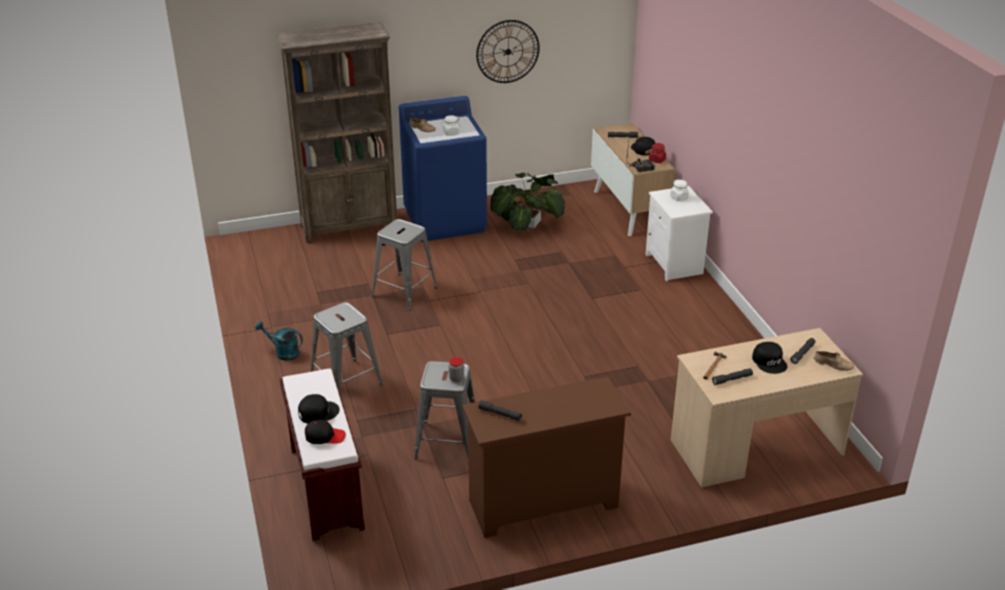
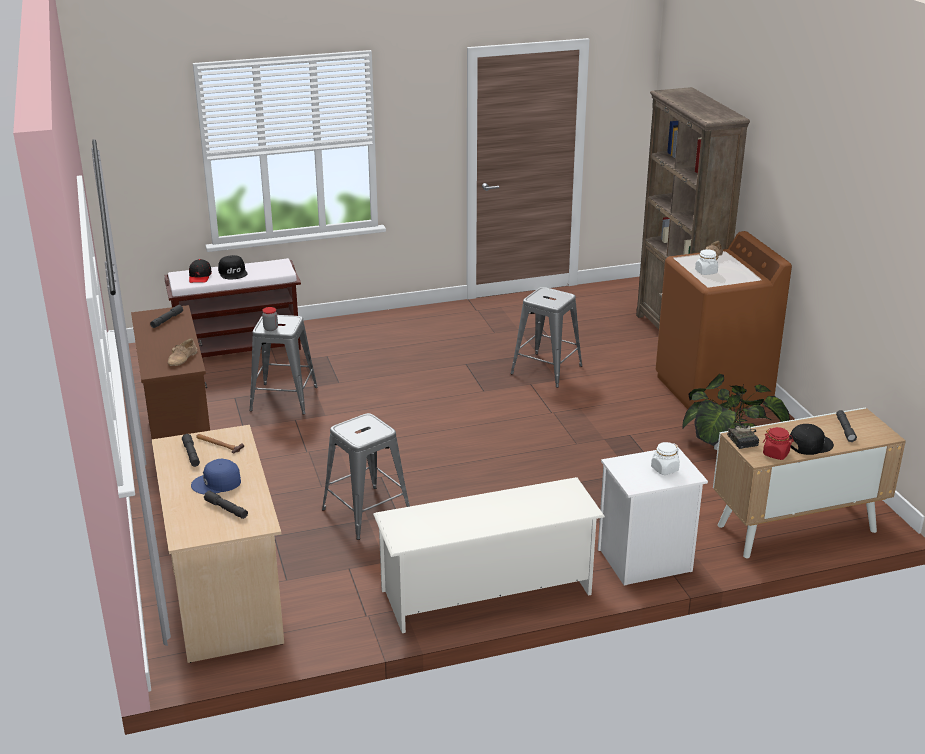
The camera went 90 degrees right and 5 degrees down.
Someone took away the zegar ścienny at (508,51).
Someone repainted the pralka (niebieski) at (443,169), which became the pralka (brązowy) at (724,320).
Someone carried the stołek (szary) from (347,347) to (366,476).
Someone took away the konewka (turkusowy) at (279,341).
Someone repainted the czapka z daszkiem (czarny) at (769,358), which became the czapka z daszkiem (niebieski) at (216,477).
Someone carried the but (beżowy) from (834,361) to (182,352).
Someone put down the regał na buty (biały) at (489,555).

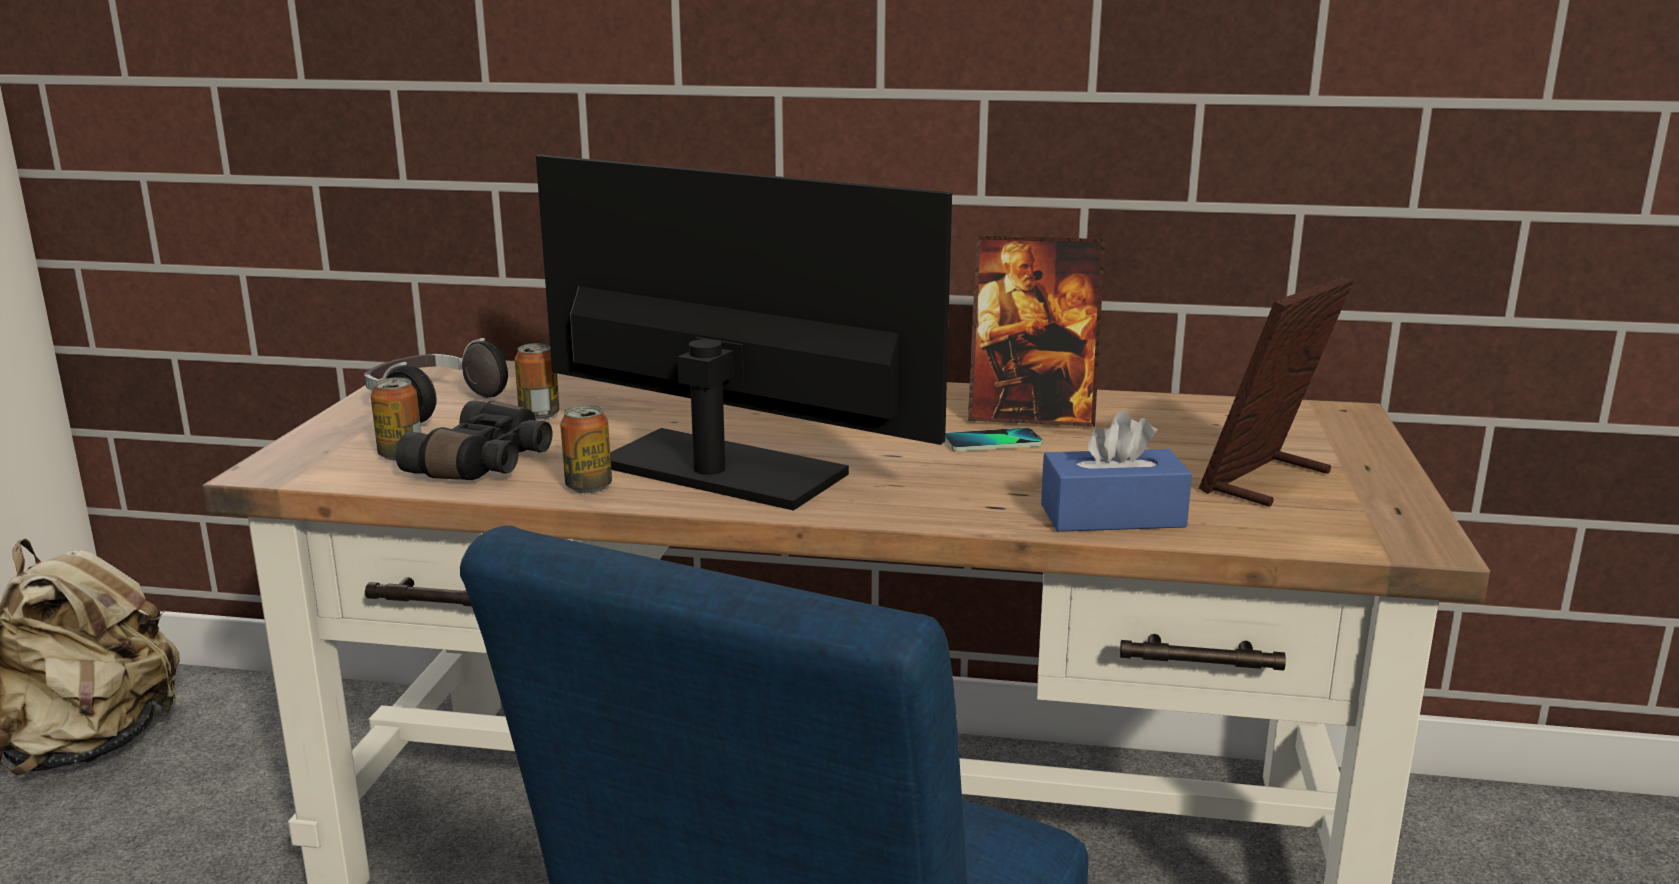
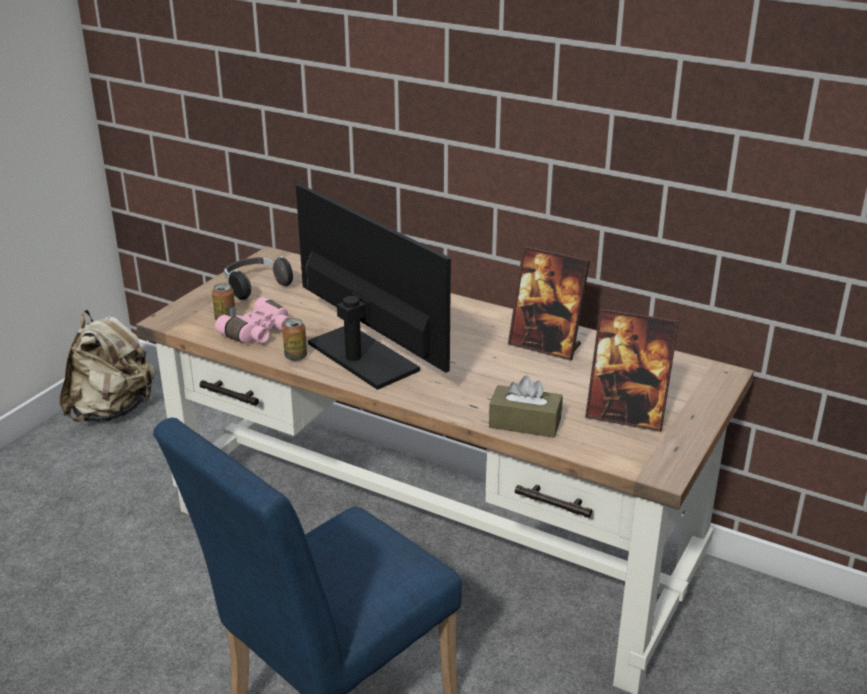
The camera went 20 degrees right and 10 degrees up.
Someone rotated the ramka na zdjęcie at (1276,391) by 135 degrees counterclockwise.
Someone took away the puszka at (537,381).
Someone repainted the lornetka (czarny) at (474,440), which became the lornetka (różowy) at (253,320).
Someone repainted the pudełko chusteczek (niebieski) at (1116,471), which became the pudełko chusteczek (brązowy) at (526,407).
Someone took away the telefon at (993,439).

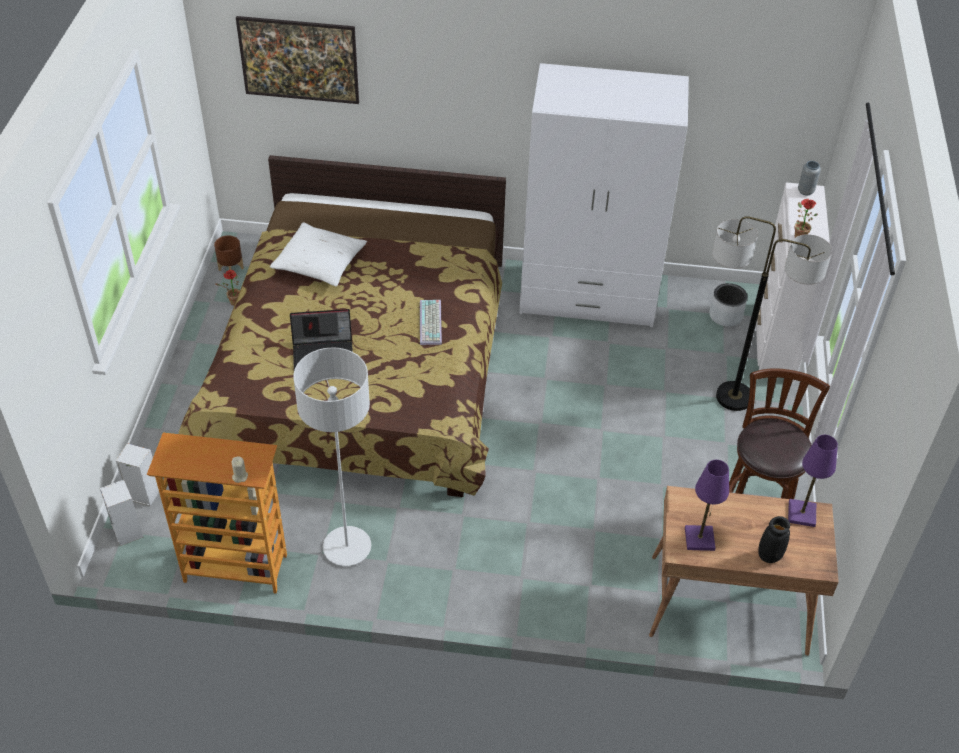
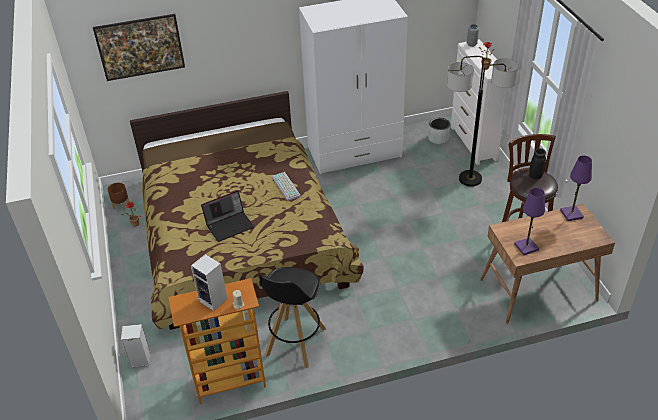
The camera went 20 degrees left and 5 degrees down.
Someone took away the poduszka (biały) at (318,254).
Someone swapped the lampa stojąca (szary) at (332,456) for the stołek (czarny) at (292,317).
Someone carried the głośnik from (121,513) to (209,282).
Someone carried the wazon (czarny) from (774,539) to (537,163).

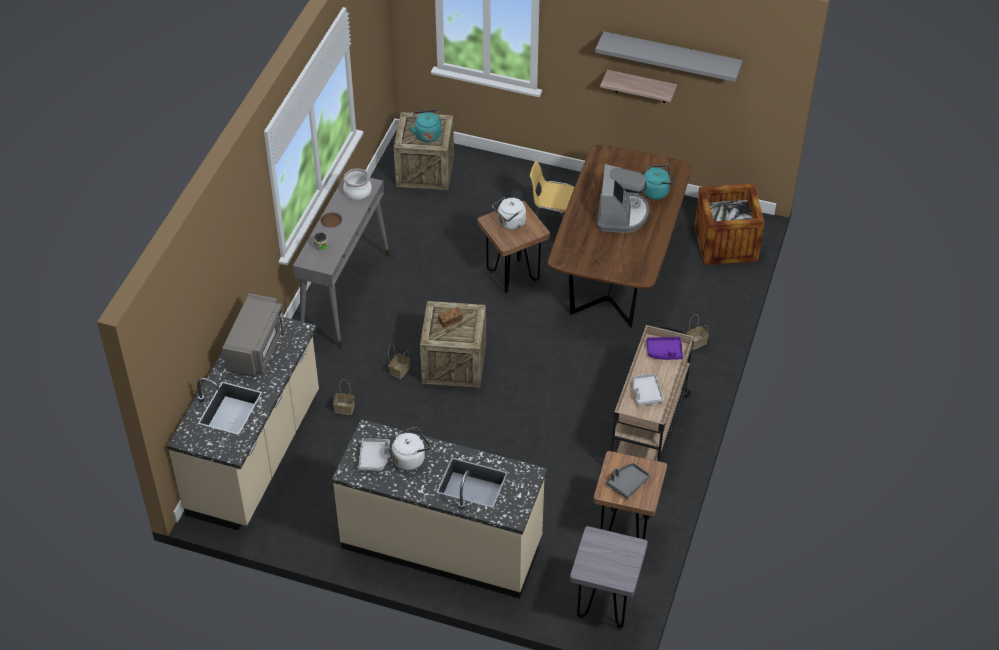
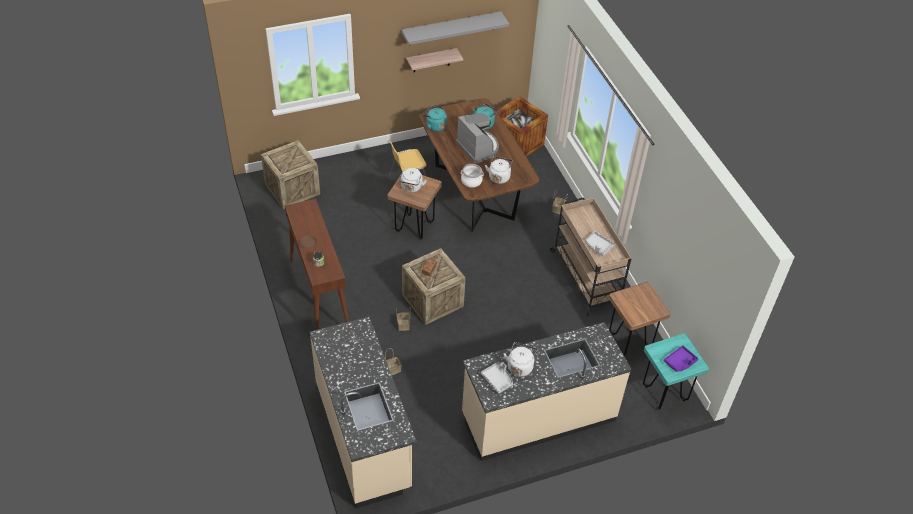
The camera went 40 degrees left and 0 degrees up.
Someone carried the czajnik (turkusowy) from (425,126) to (434,118).
Someone carried the garnek from (357,184) to (472,176).
Someone repainted the stolik konsolowy (szary) at (341,263), which became the stolik konsolowy (brązowy) at (317,264).
Someone took away the mikrofalówka (szary) at (253,335).
Someone carried the taca (fioletowy) from (664,348) to (681,358).
Someone took away the taca (szary) at (628,481).
Someone repainted the stołek (szary) at (609,577), which became the stołek (turkusowy) at (676,372).
Someone put down the czajnik (biały) at (499,170).

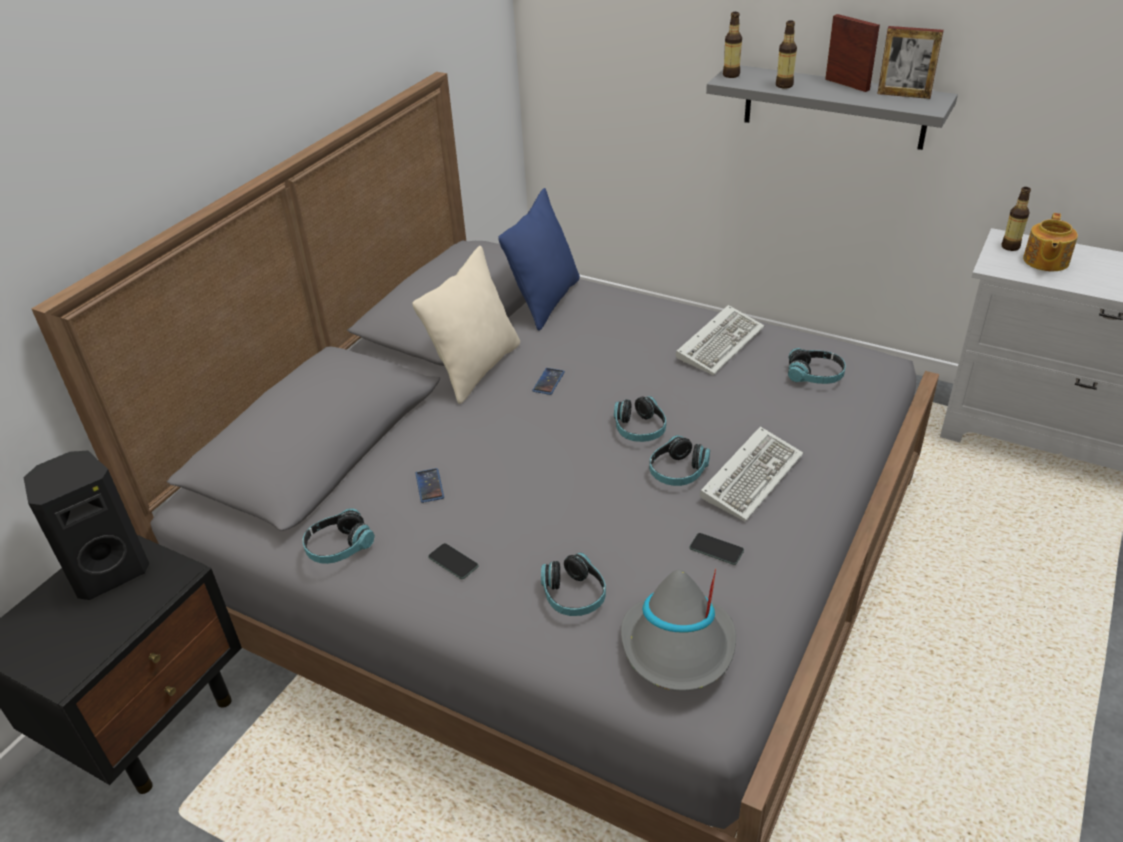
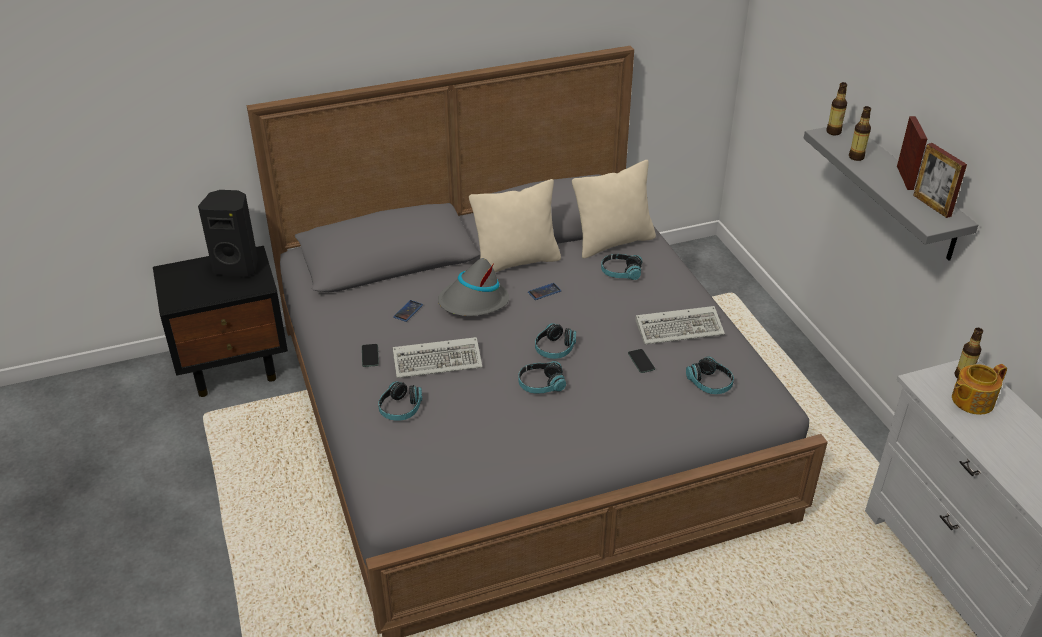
The camera went 40 degrees right and 0 degrees up.
Someone repainted the poduszka (niebieski) at (539,259), which became the poduszka (beżowy) at (614,209).
Someone carried the klawiatura from (752,473) to (437,357).
Someone carried the słuchawki from (338,536) to (621,267).
Someone carried the telefon from (716,549) to (641,361).
Someone carried the kapelusz (szary) from (678,629) to (473,287).

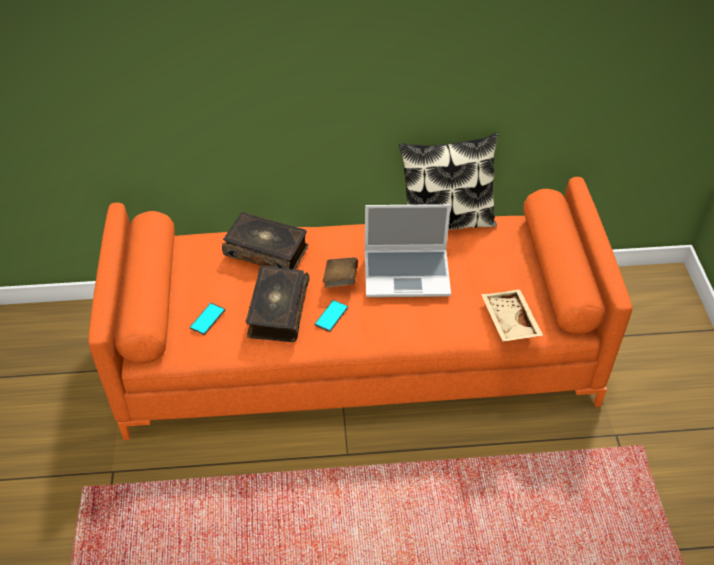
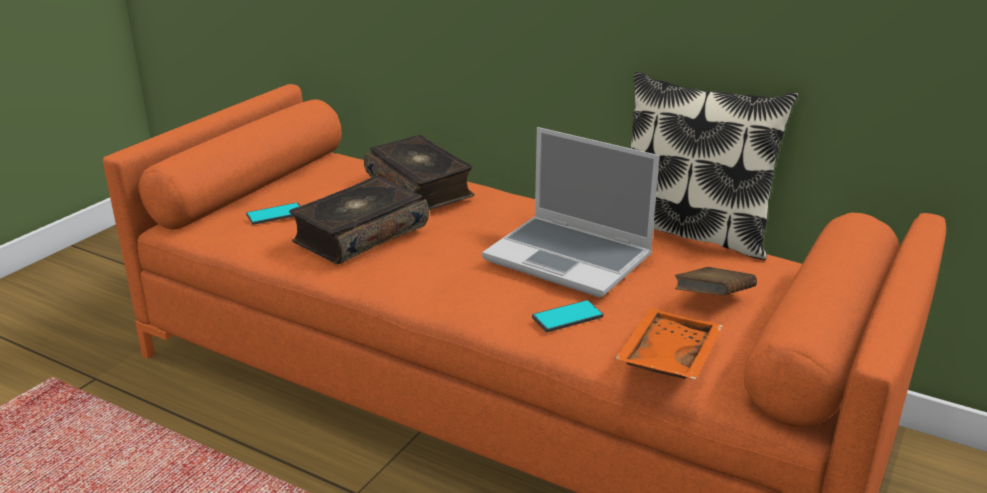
The camera went 35 degrees right and 20 degrees down.
Someone carried the książka (brązowy) from (340,272) to (716,281).
Someone repainted the taca (beżowy) at (512,315), which became the taca (pomarańczowy) at (668,343).
Someone carried the telefon from (331,316) to (567,316).

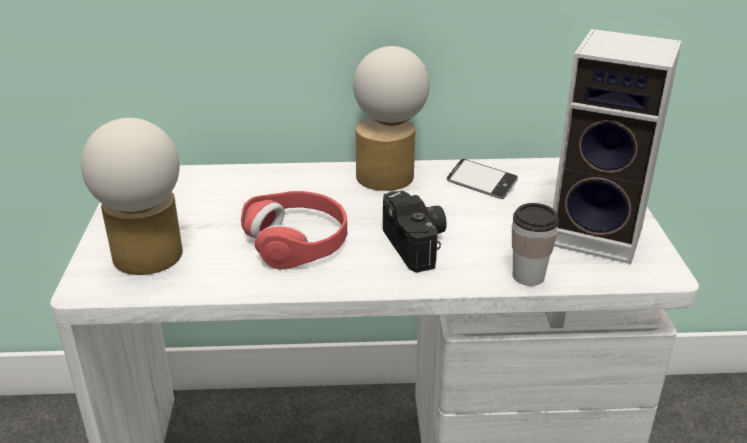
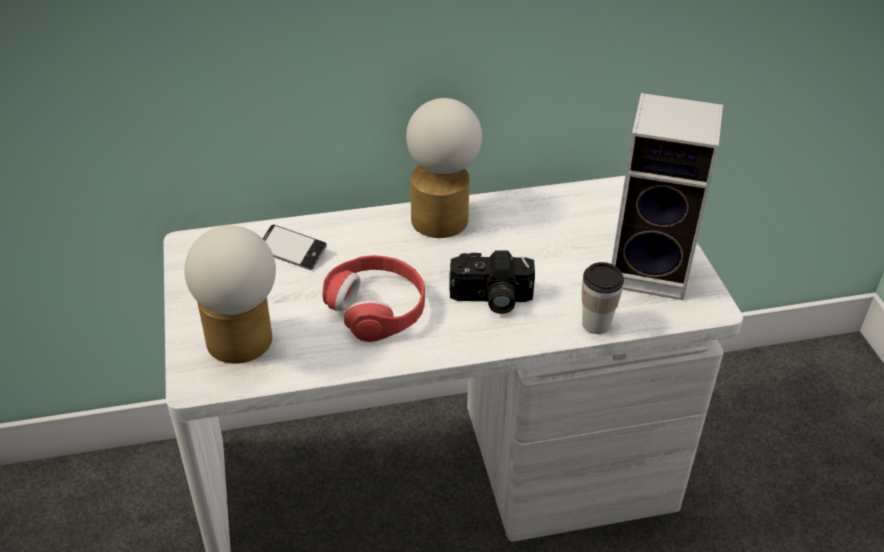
The camera went 10 degrees left and 10 degrees up.
Someone carried the telefon from (482,179) to (295,247).
Someone rotated the aparat fotograficzny at (415,232) by 120 degrees clockwise.

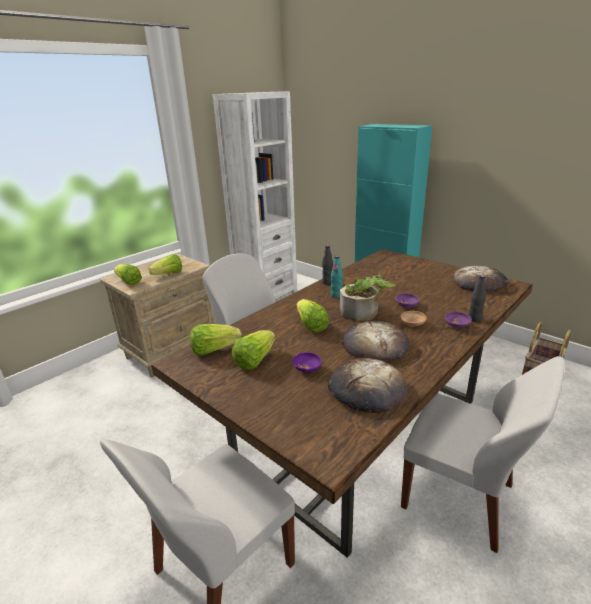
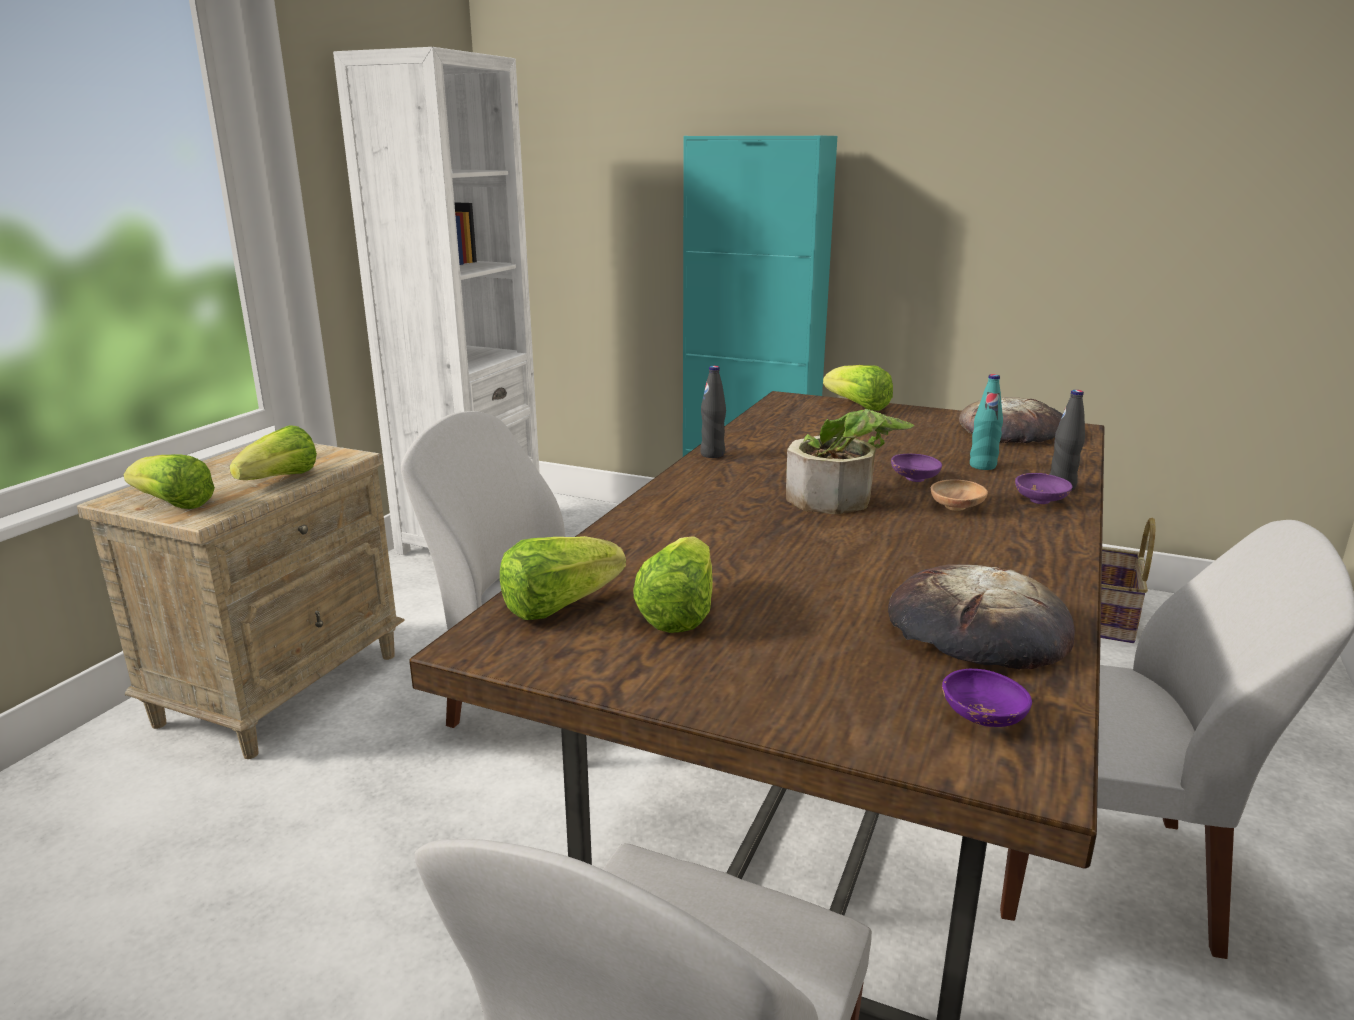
The camera went 20 degrees left and 5 degrees down.
Someone carried the butelka (turkusowy) from (337,277) to (986,422).
Someone carried the sałata from (313,316) to (858,388).
Someone took away the chleb at (375,341).
Someone carried the miska (fioletowy) from (307,362) to (987,698).

